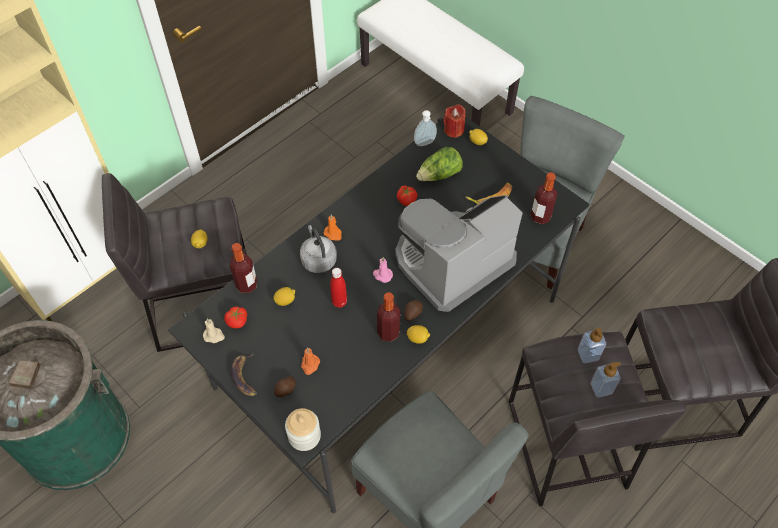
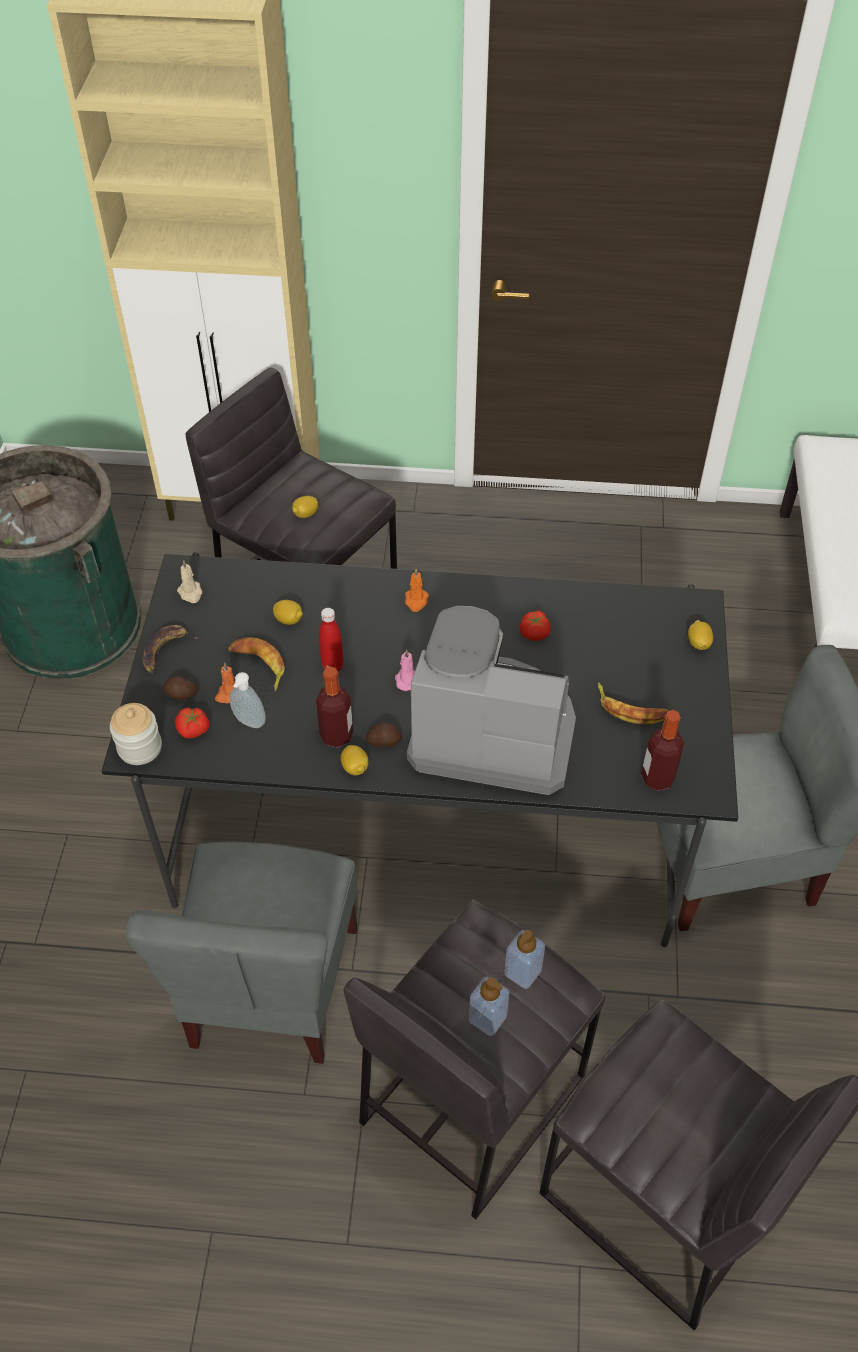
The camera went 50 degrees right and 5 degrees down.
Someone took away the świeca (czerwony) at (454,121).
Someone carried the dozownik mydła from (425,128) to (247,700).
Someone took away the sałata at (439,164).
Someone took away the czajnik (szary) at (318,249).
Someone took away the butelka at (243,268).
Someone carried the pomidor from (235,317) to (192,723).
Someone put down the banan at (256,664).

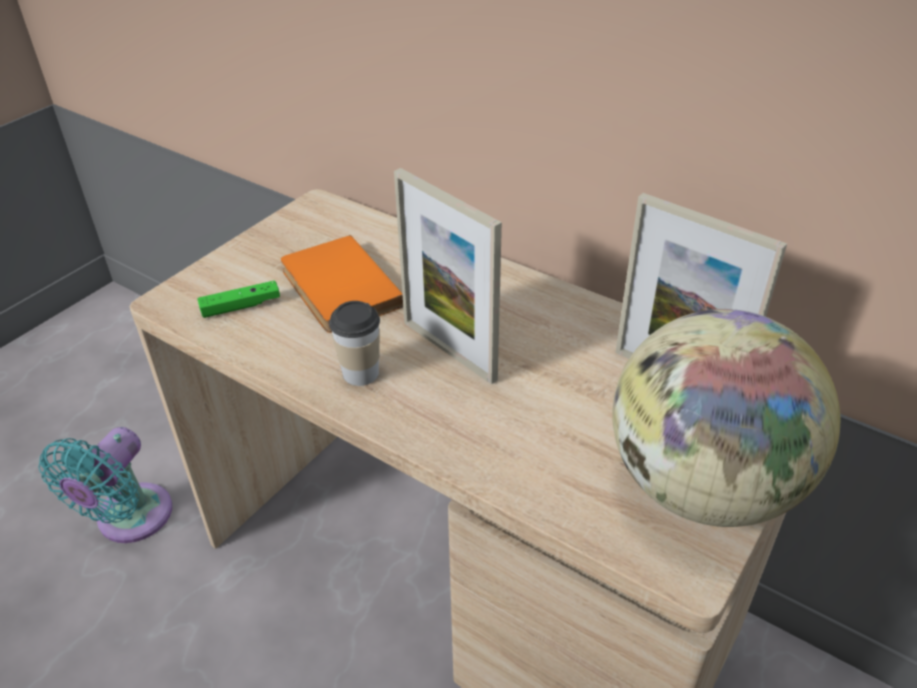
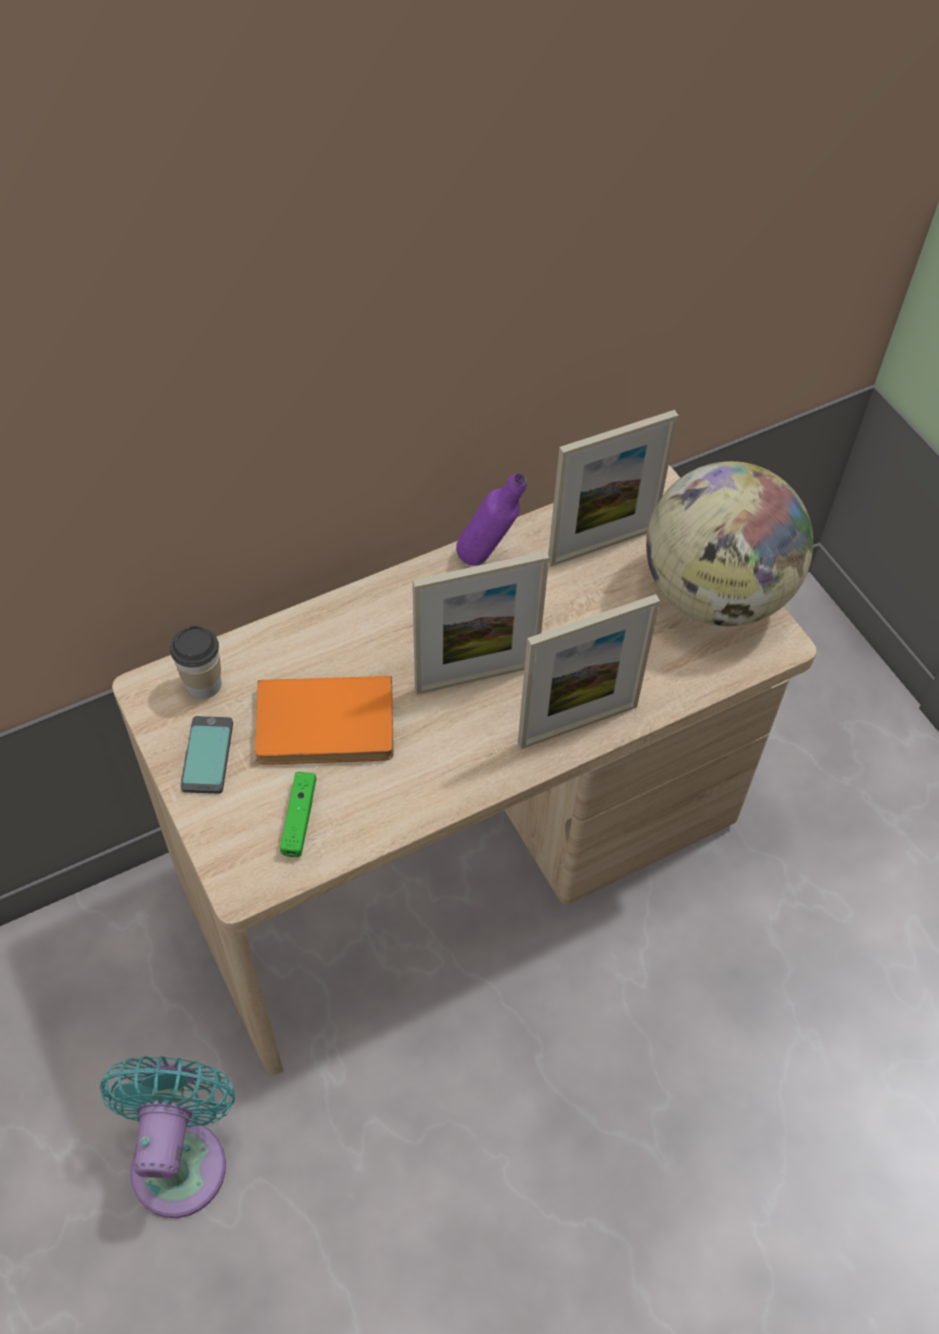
The camera went 65 degrees left and 15 degrees up.
Someone carried the filiżanka from (354,343) to (195,662).
Someone rotated the wentylator (turkusowy) at (105,485) by 135 degrees counterclockwise.
Someone put down the butelka (fioletowy) at (491,519).
Someone put down the ramka na zdjęcie at (589,671).
Someone put down the telefon at (207,755).

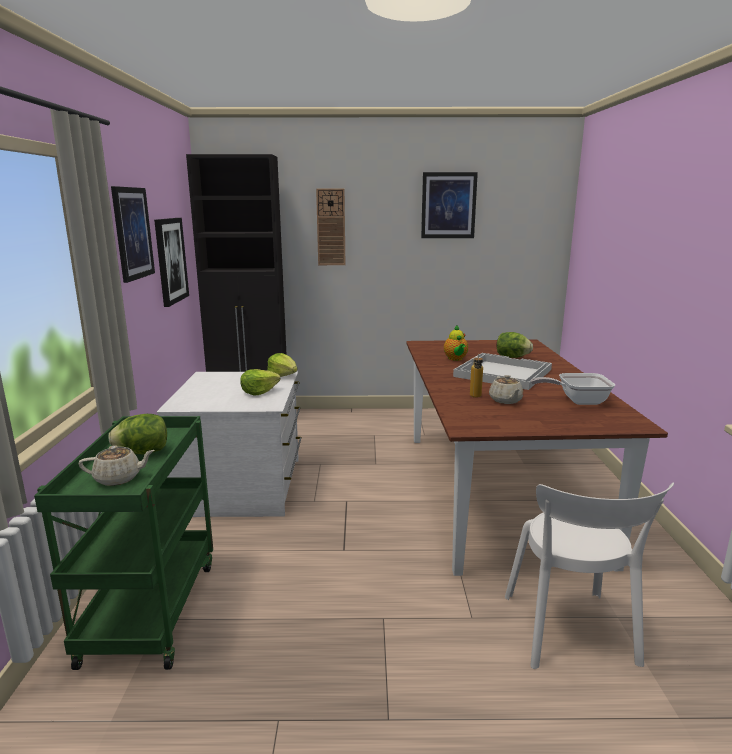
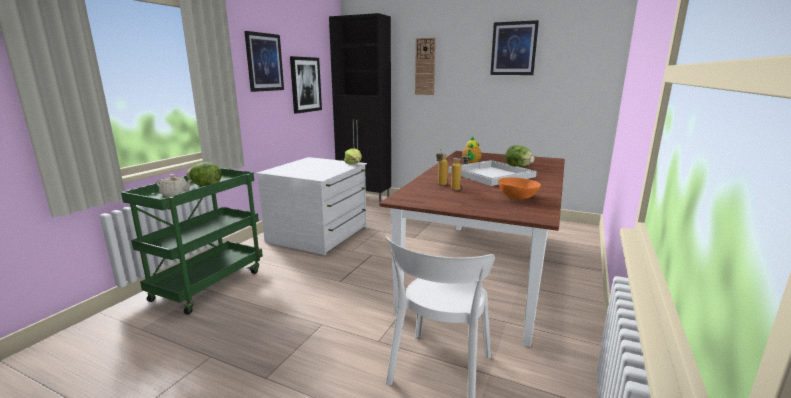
The camera went 25 degrees right and 0 degrees up.
Someone took away the sałata at (260,382).
Someone swapped the patelnia at (572,389) for the miska (pomarańczowy) at (519,188).
Someone swapped the imbryk (beżowy) at (506,389) for the butelka at (460,171).

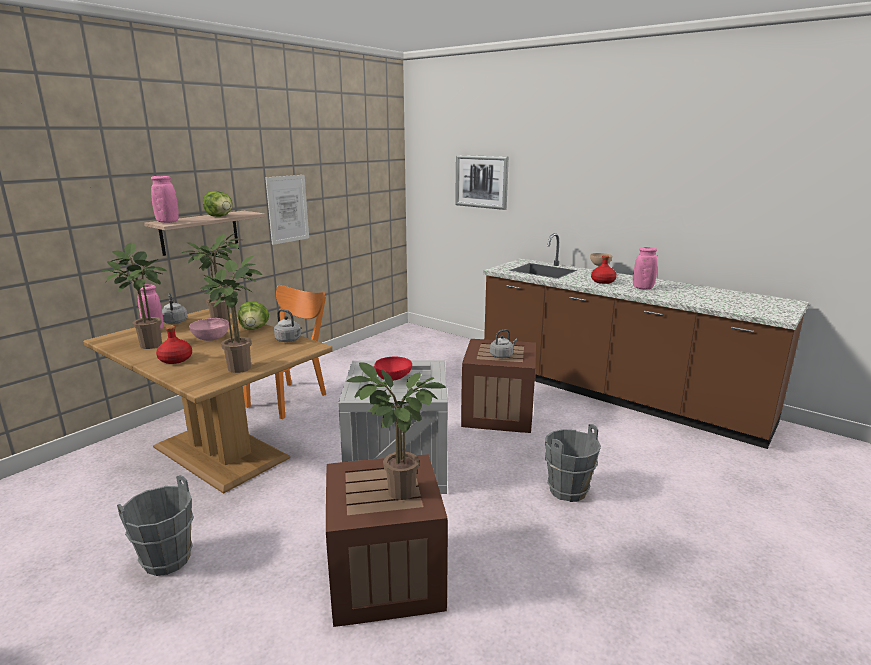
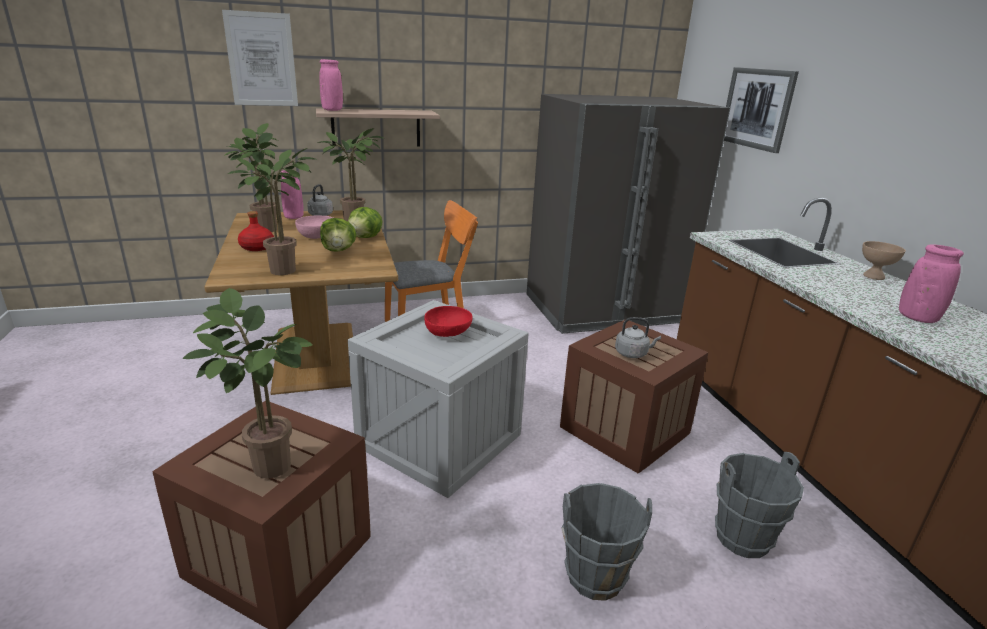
The camera went 35 degrees right and 5 degrees up.
Someone carried the obraz from (287,210) to (260,58).
Someone carried the sałata from (217,204) to (338,235).
Someone took away the butelka (czerwony) at (604,269).
Someone took away the czajnik (szary) at (288,325).
Someone carried the wiadro (szary) from (155,525) to (759,505).
Someone put down the lodówka (szary) at (628,214).

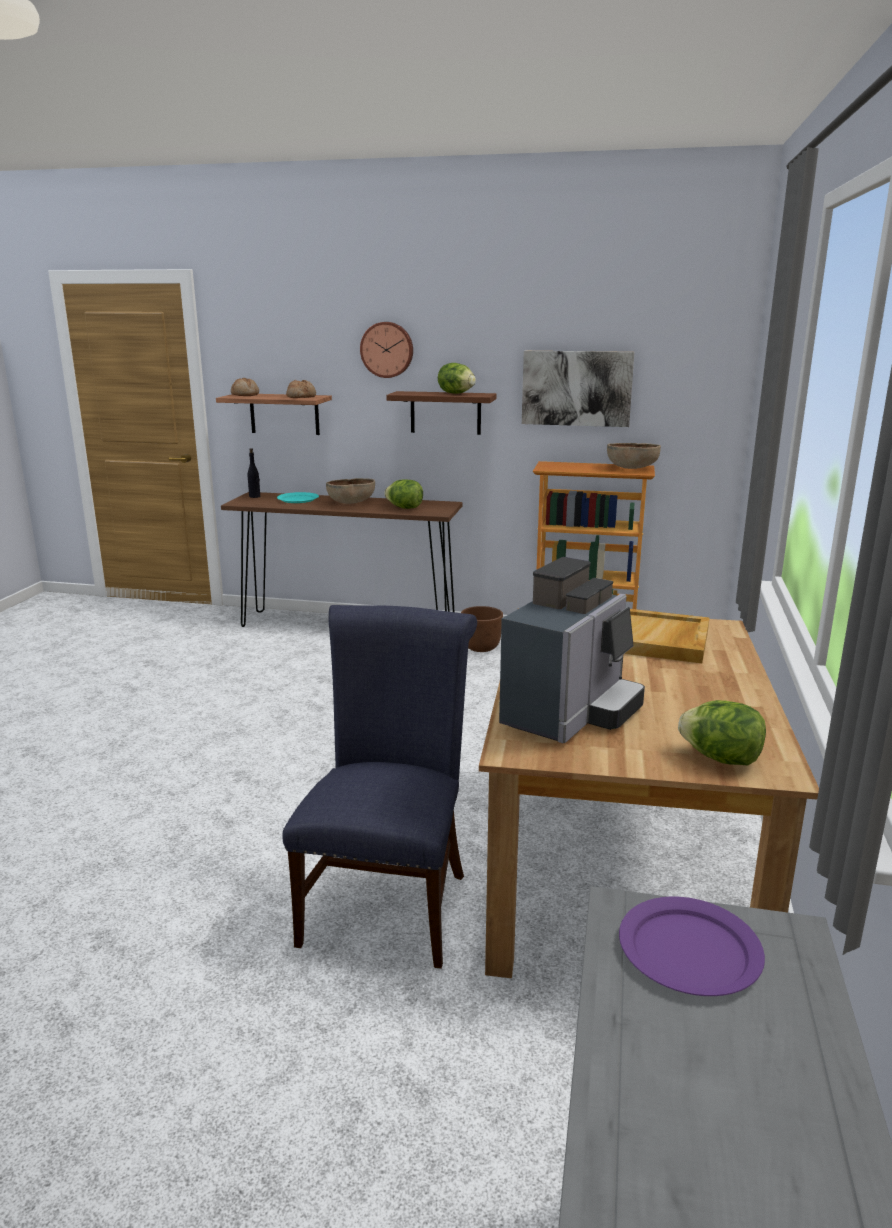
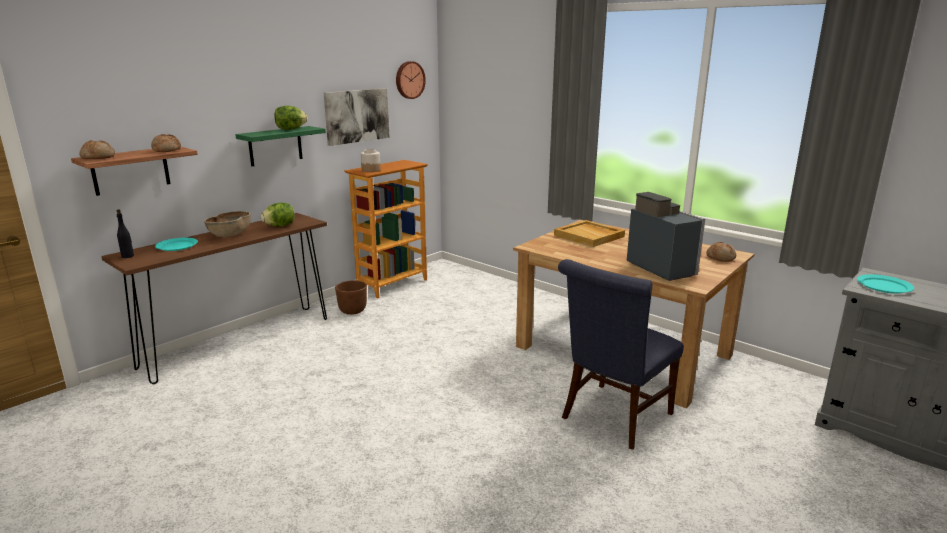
The camera went 60 degrees left and 0 degrees up.
Someone carried the zegar ścienny from (386,350) to (411,80).
Someone repainted the półka (brązowy) at (441,413), which became the półka (zielony) at (280,146).
Someone took away the miska (brązowy) at (634,456).
Someone rotated the krzesło (niebieski) at (379,787) by 90 degrees counterclockwise.
Someone swapped the sałata at (722,732) for the chleb at (721,252).
Someone repainted the talerz (fioletowy) at (692,946), which became the talerz (turkusowy) at (885,284).
Someone put down the słoik at (371,160).

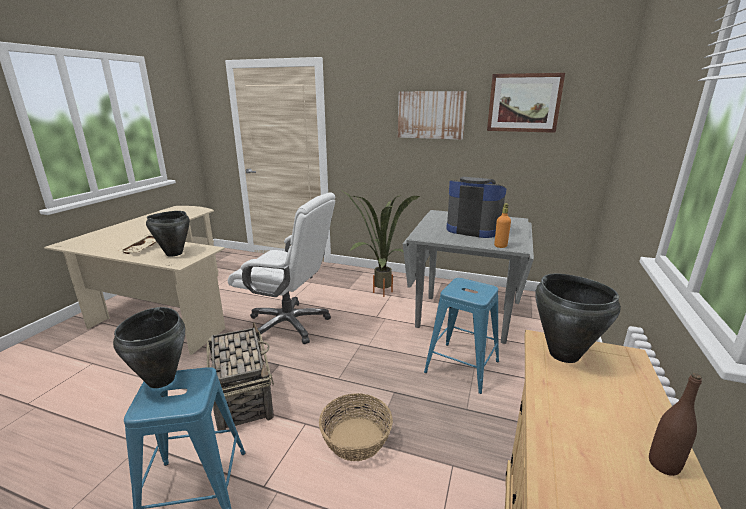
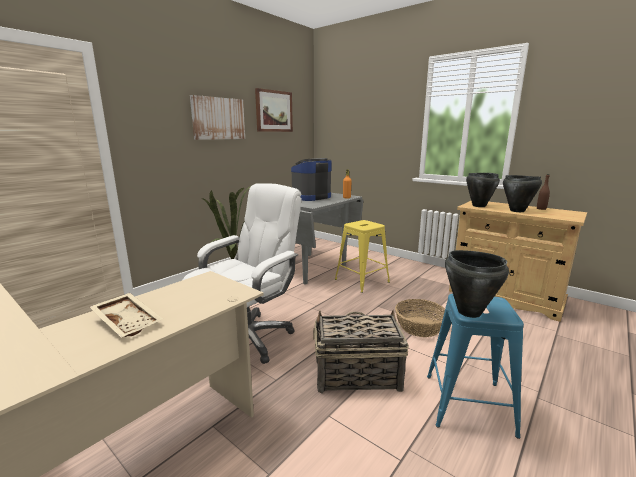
The camera went 70 degrees left and 5 degrees down.
Someone carried the garnek (czarny) from (168,234) to (522,193).
Someone repainted the stołek (niebieski) at (461,336), which became the stołek (żółty) at (362,256).

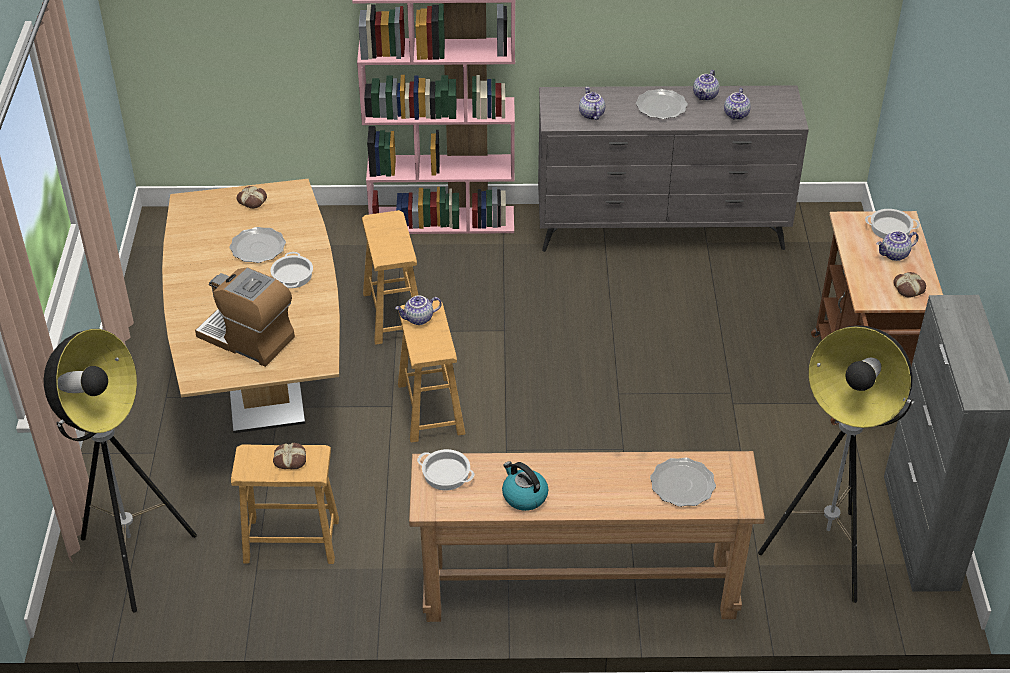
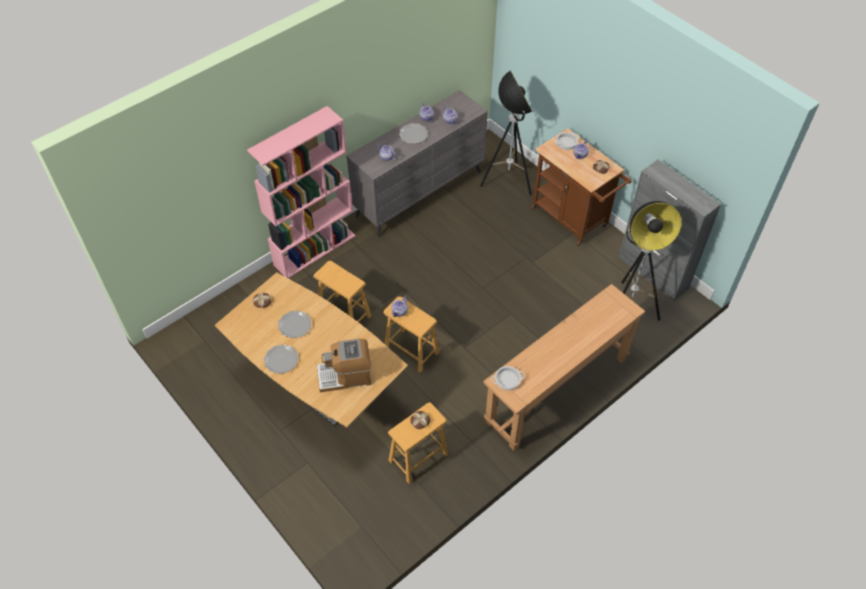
The camera went 40 degrees left and 10 degrees up.
Someone took away the garnek at (291,270).
Someone carried the lampa stojąca from (120,470) to (506,132).
Someone carried the talerz from (683,482) to (281,359).
Someone took away the czajnik at (525,486).

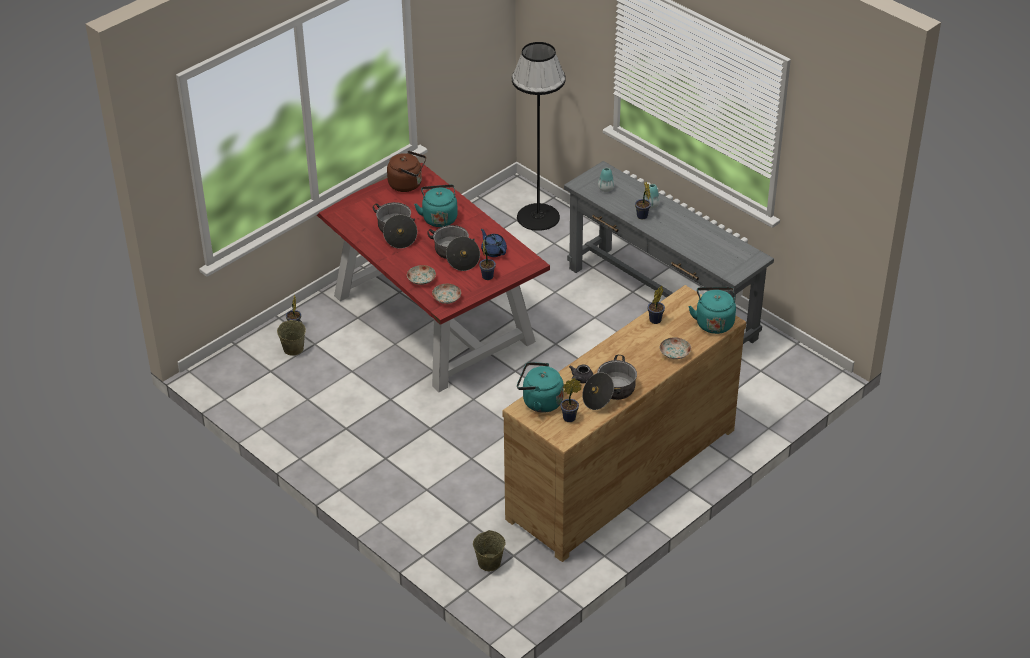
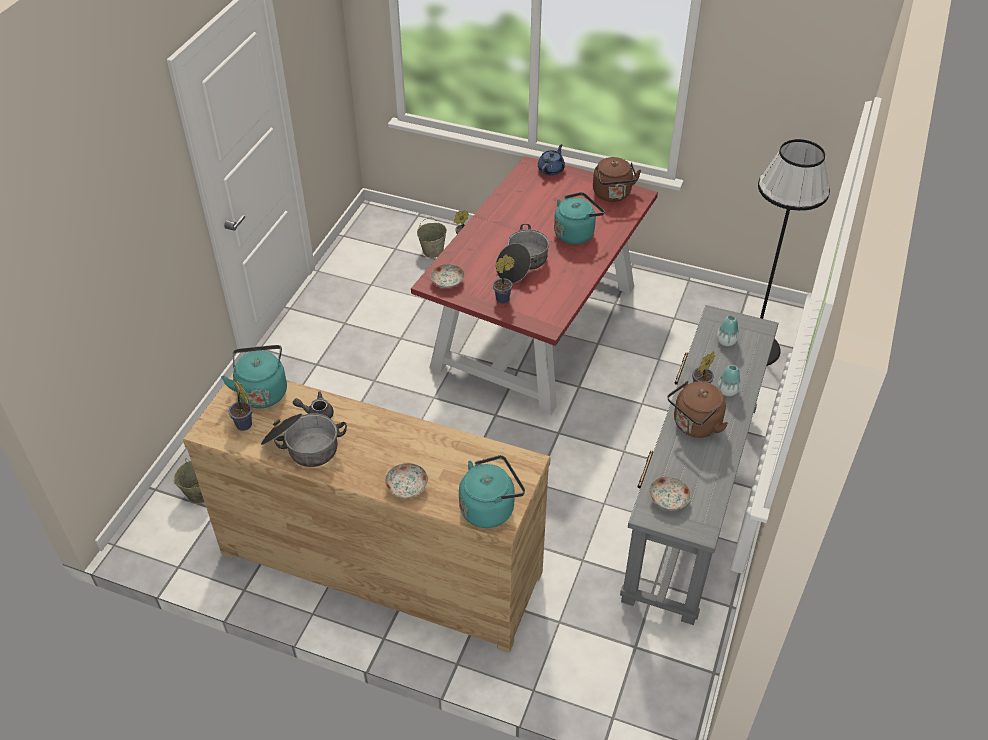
The camera went 65 degrees right and 5 degrees up.
Someone took away the garnek at (395,225).
Someone carried the imbryk (niebieski) from (494,243) to (551,159).
Someone carried the talerz from (421,275) to (670,493).
Someone took away the roślina doniczkowa at (656,305).
Someone put down the czajnik (brązowy) at (697,409).

